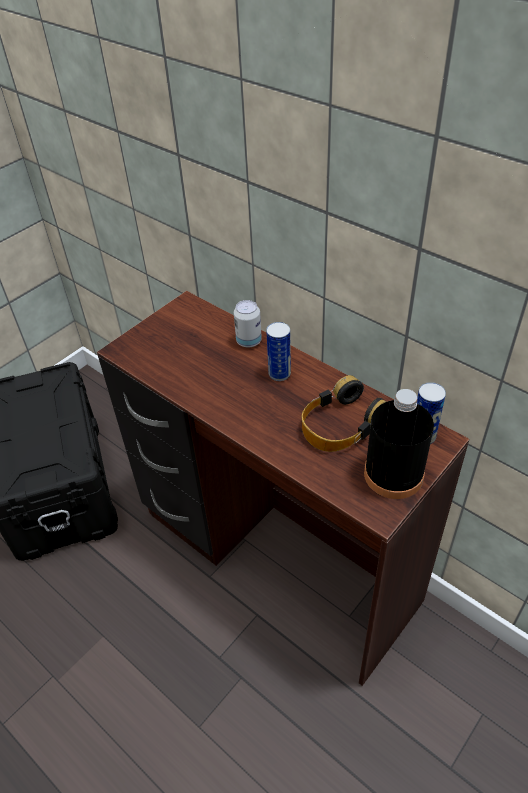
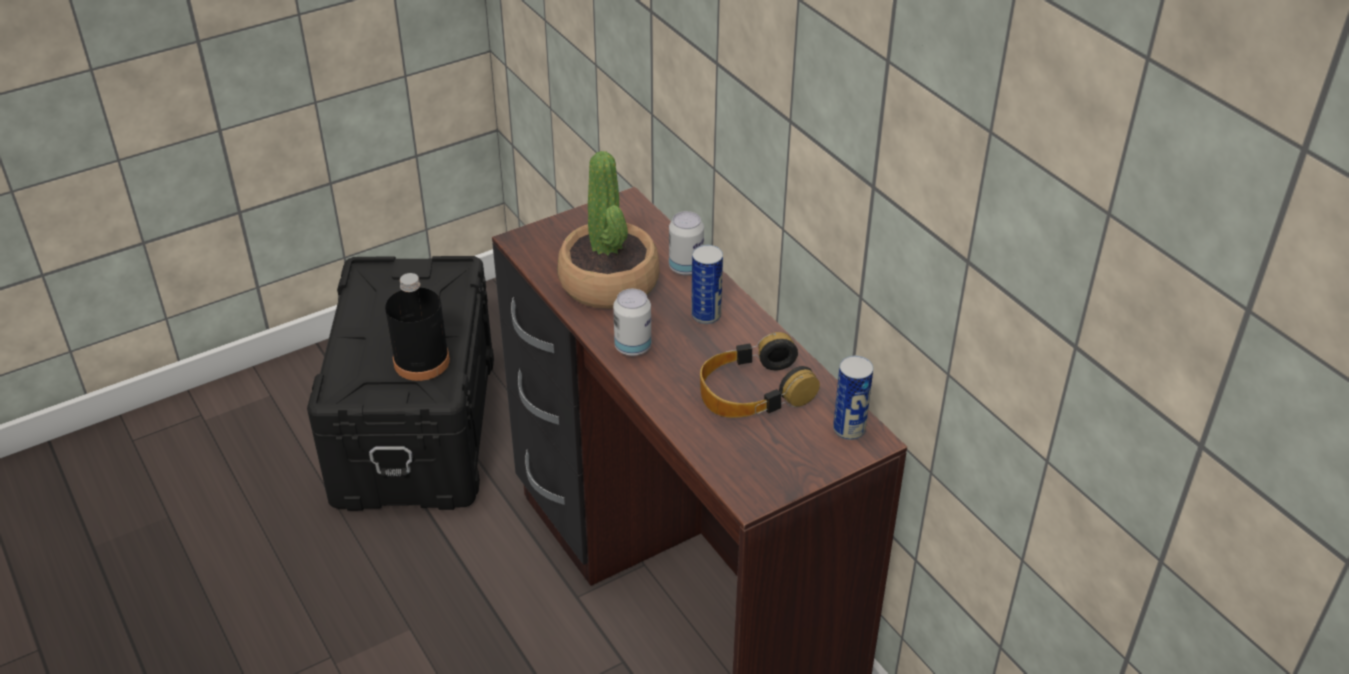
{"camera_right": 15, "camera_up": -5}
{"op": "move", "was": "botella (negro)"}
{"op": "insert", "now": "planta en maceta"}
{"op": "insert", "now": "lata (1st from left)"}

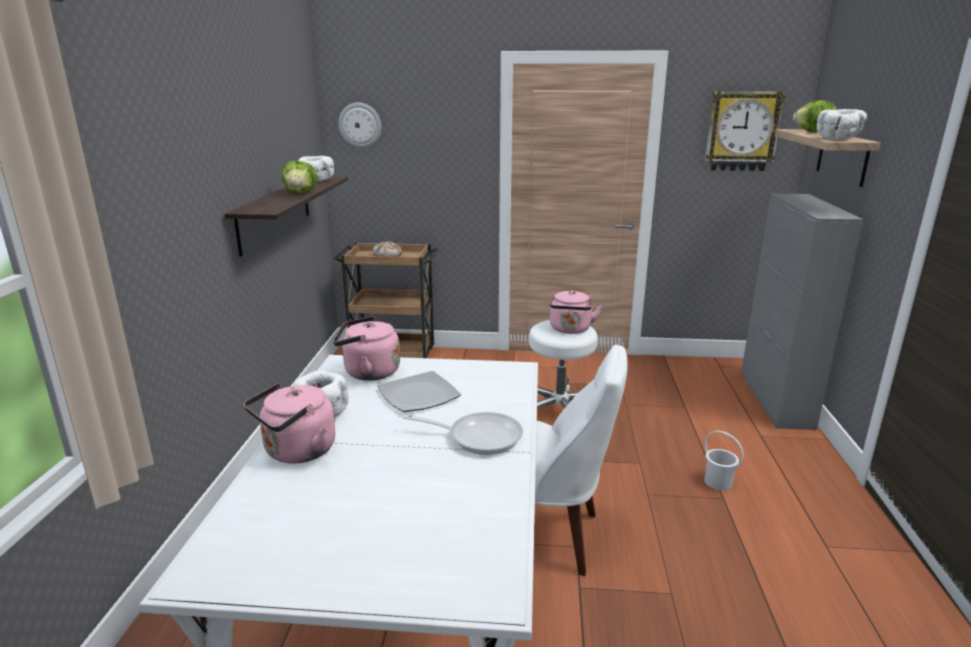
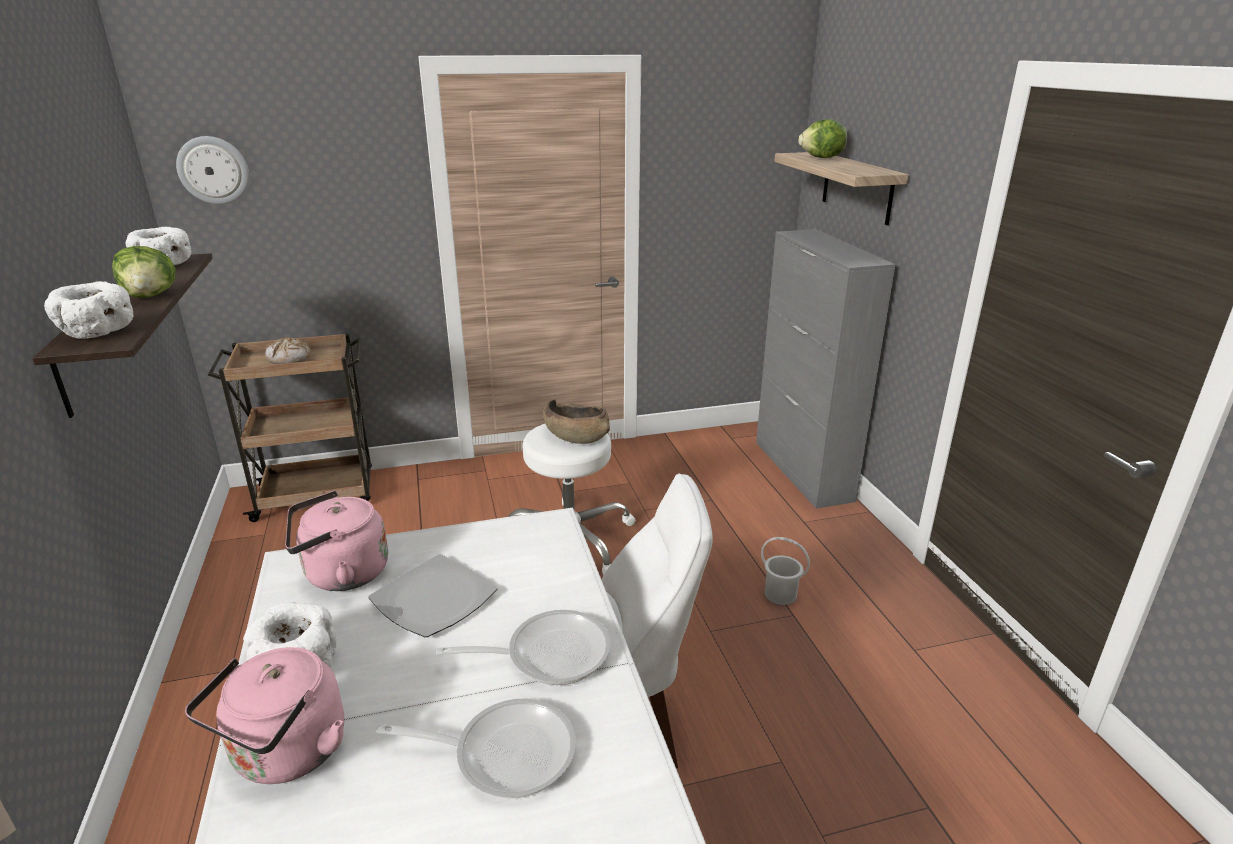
{"camera_right": -20, "camera_up": 5}
{"op": "move", "was": "cuenco (blanco) (3rd from left in the first image)", "now": "cuenco (blanco) (1st from left)"}
{"op": "insert", "now": "sartén (1st from left)"}
{"op": "replace", "was": "hervidor (rosa) (3rd from left)", "now": "cuenco (marrón)"}
{"op": "delete", "was": "reloj de pared (2nd from left)"}

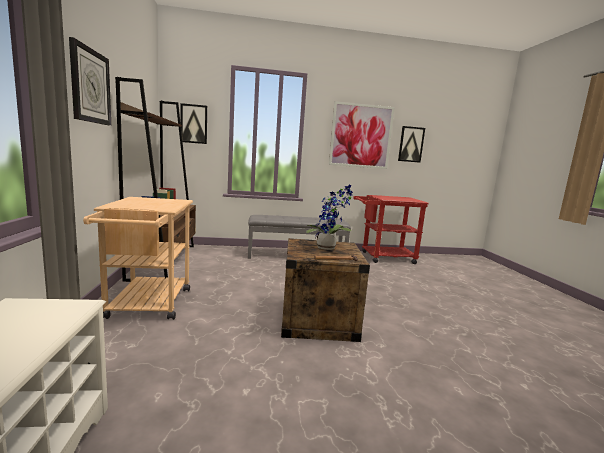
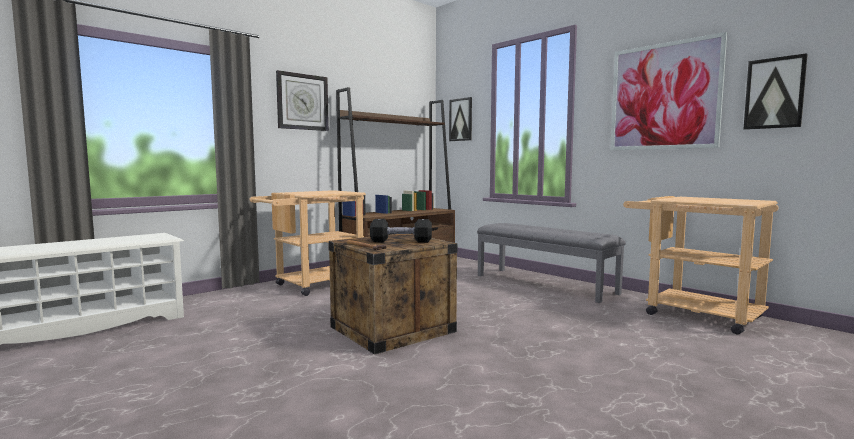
{"camera_right": 55, "camera_up": -5}
{"op": "replace", "was": "planta en maceta", "now": "mancuerna (negro)"}
{"op": "recolor", "was": "carrito (rojo)", "now": "carrito (beis) (2nd from left)"}

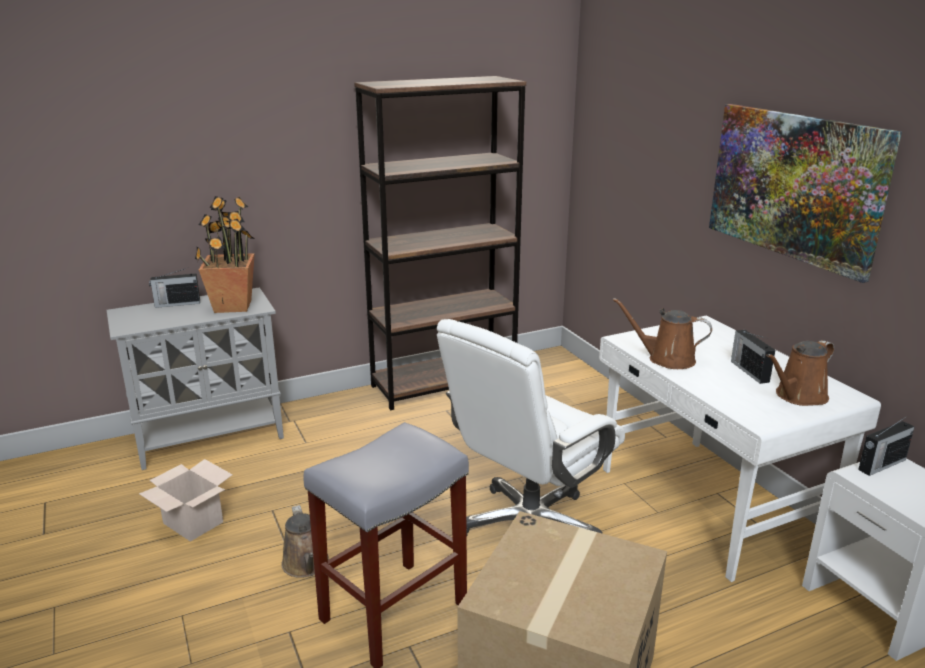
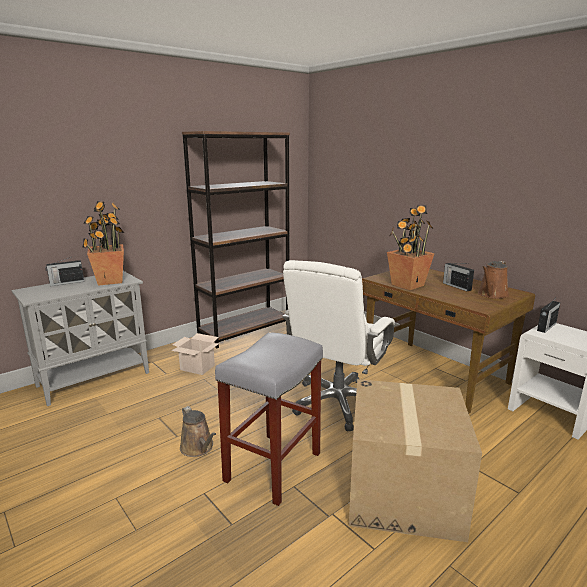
{"camera_right": -15, "camera_up": -5}
{"op": "move", "was": "caja de cartón (1st from left)"}
{"op": "recolor", "was": "escritorio (blanco)", "now": "escritorio (marrón)"}
{"op": "replace", "was": "regadera (marrón) (2nd from left)", "now": "planta en maceta (2nd from left)"}
{"op": "delete", "was": "cuadro"}

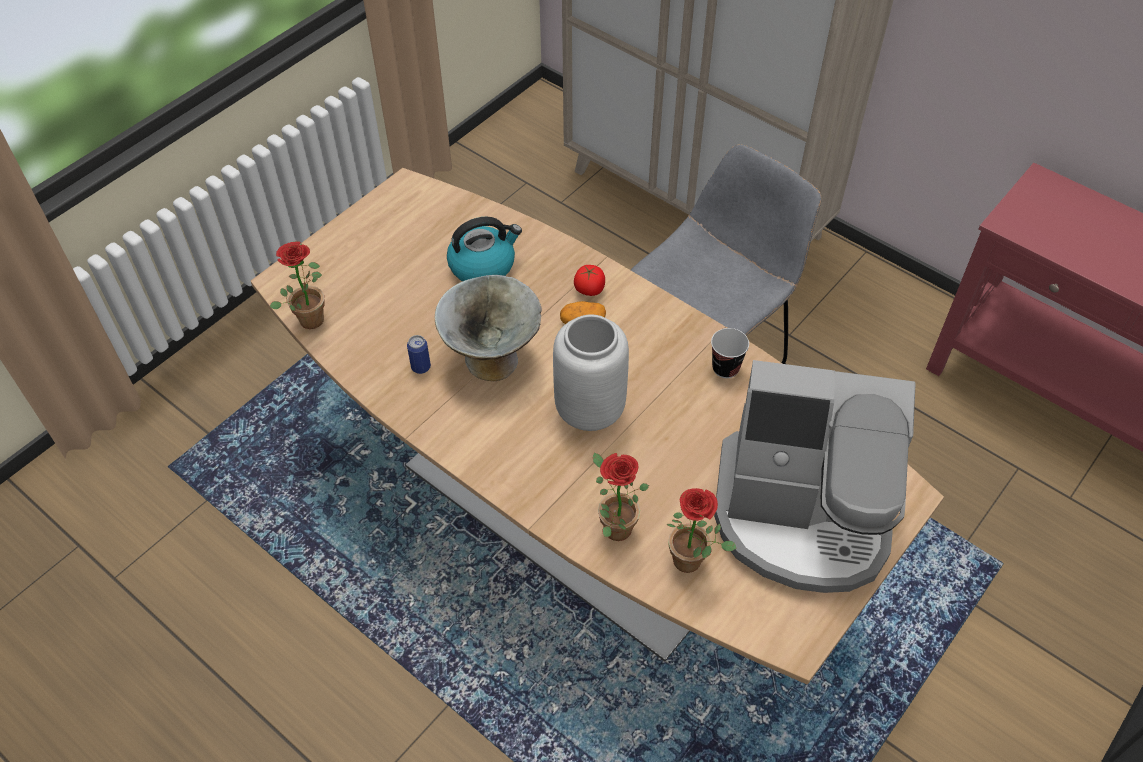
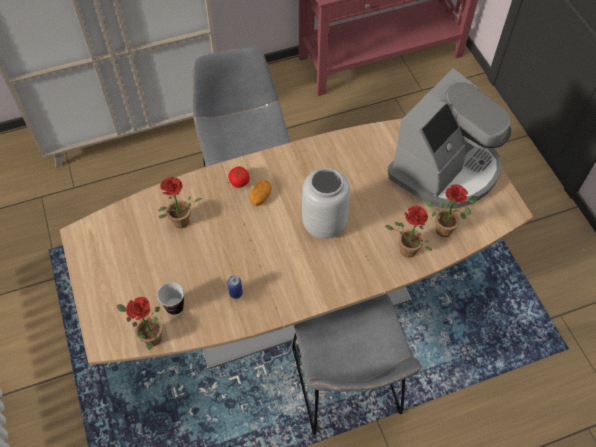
{"camera_right": -60, "camera_up": 5}
{"op": "move", "was": "taza"}
{"op": "replace", "was": "hervidor", "now": "planta en maceta (2nd from left)"}
{"op": "insert", "now": "silla (gris) (2nd from left)"}
{"op": "delete", "was": "cuenco (gris)"}

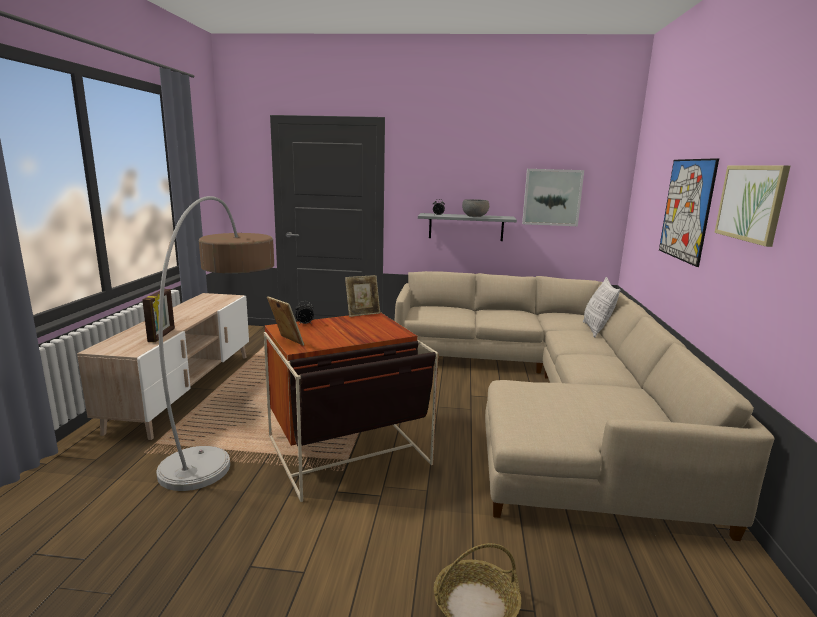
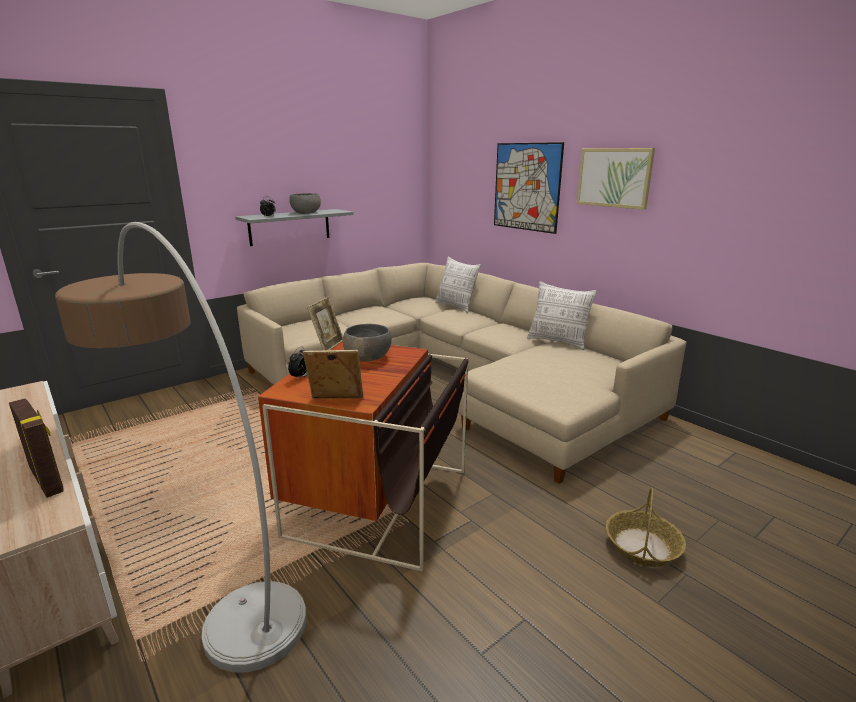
{"camera_right": -45, "camera_up": 5}
{"op": "insert", "now": "cuenco (gris) (2nd from left)"}
{"op": "insert", "now": "cojín (2nd from left)"}
{"op": "delete", "was": "cuadro (1st from left)"}

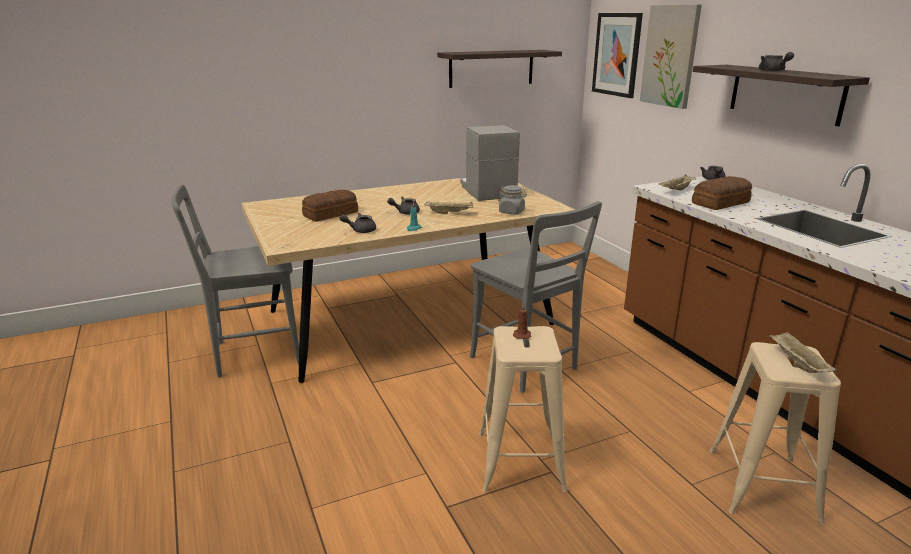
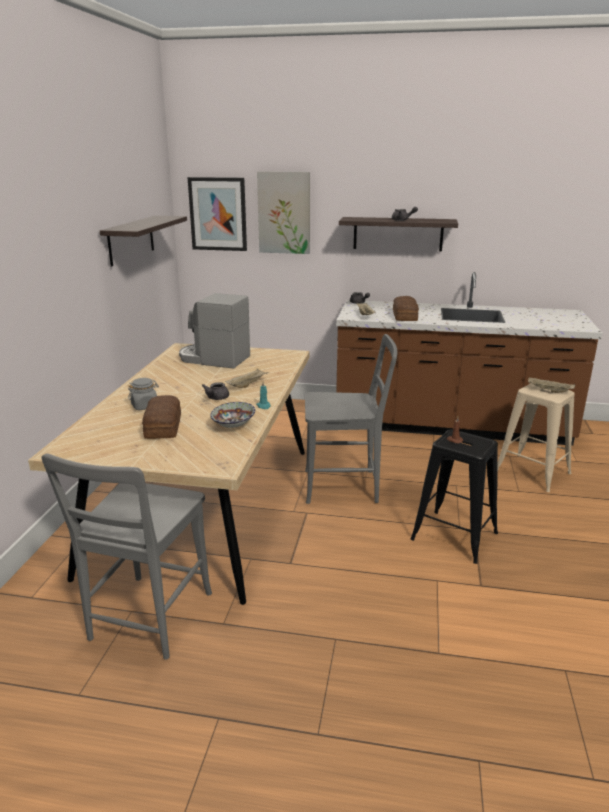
{"camera_right": -55, "camera_up": 0}
{"op": "move", "was": "tarro (gris)"}
{"op": "replace", "was": "tetera (gris) (1st from left)", "now": "cuenco"}
{"op": "recolor", "was": "taburete (beis) (1st from left)", "now": "taburete (negro)"}

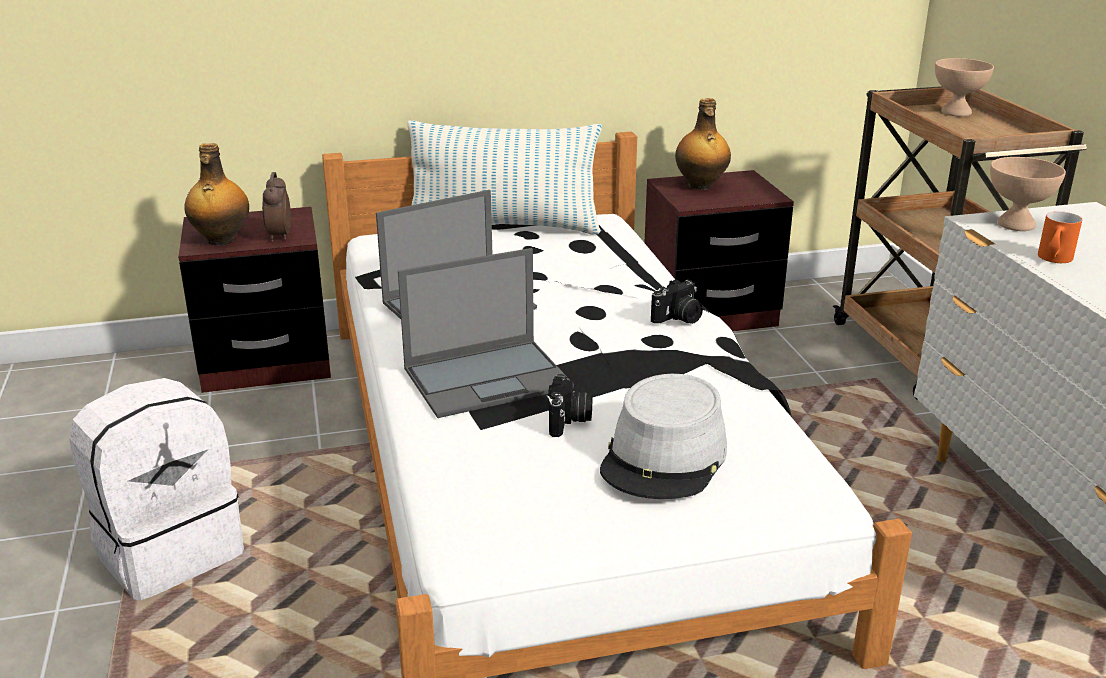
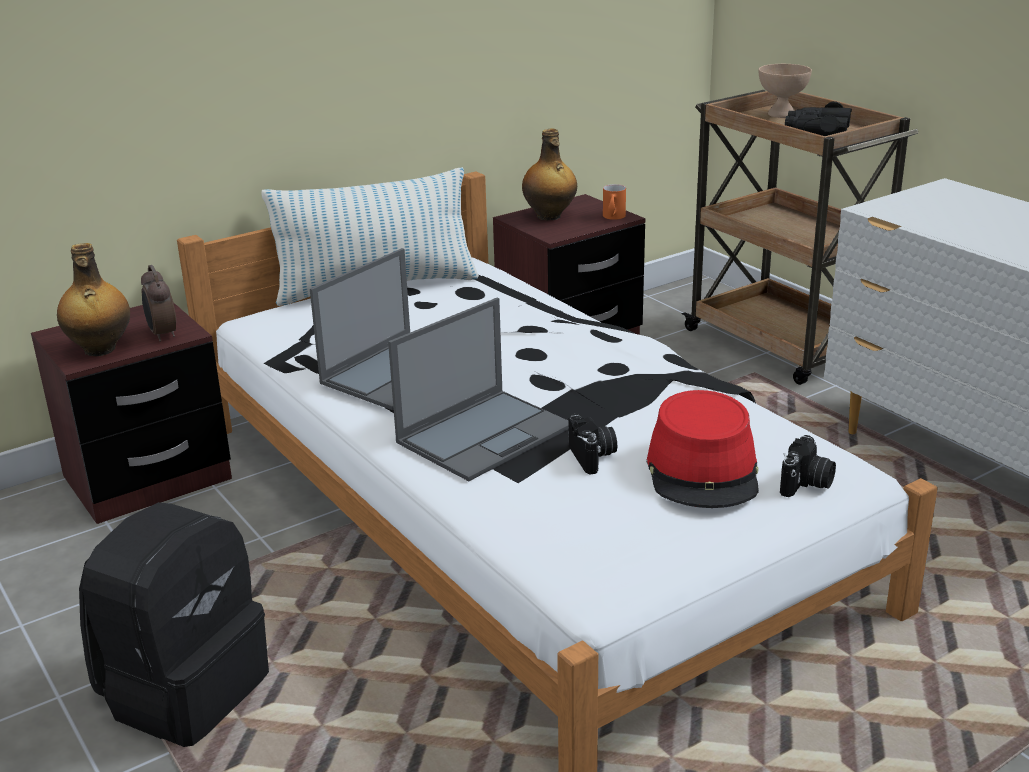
{"camera_right": -20, "camera_up": 0}
{"op": "recolor", "was": "mochila (blanco)", "now": "mochila (negro)"}
{"op": "move", "was": "taza grande (naranja)"}
{"op": "recolor", "was": "sombrero (gris)", "now": "sombrero (rojo)"}
{"op": "move", "was": "cámara (2nd from left)"}
{"op": "insert", "now": "prismáticos (negro)"}
{"op": "delete", "was": "cuenco (beis) (2nd from left)"}

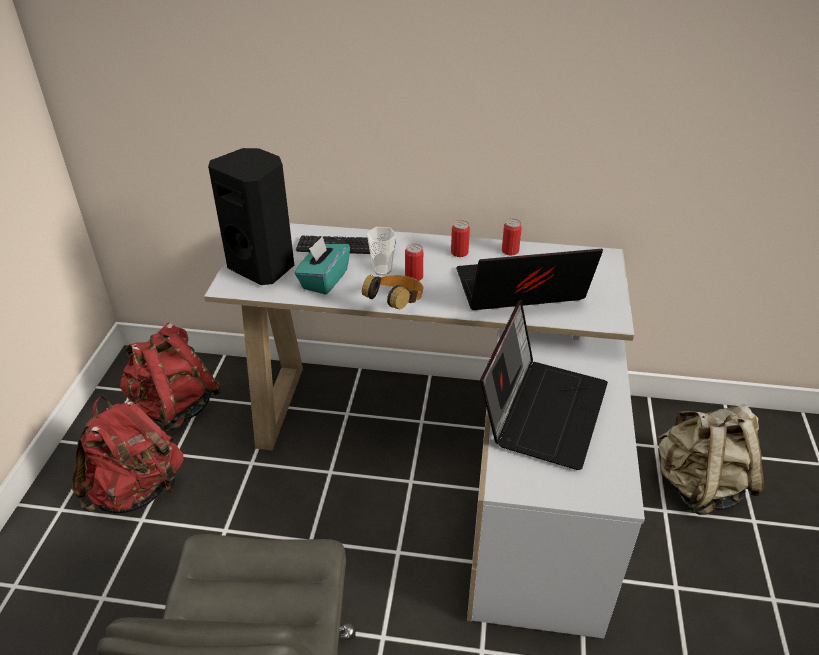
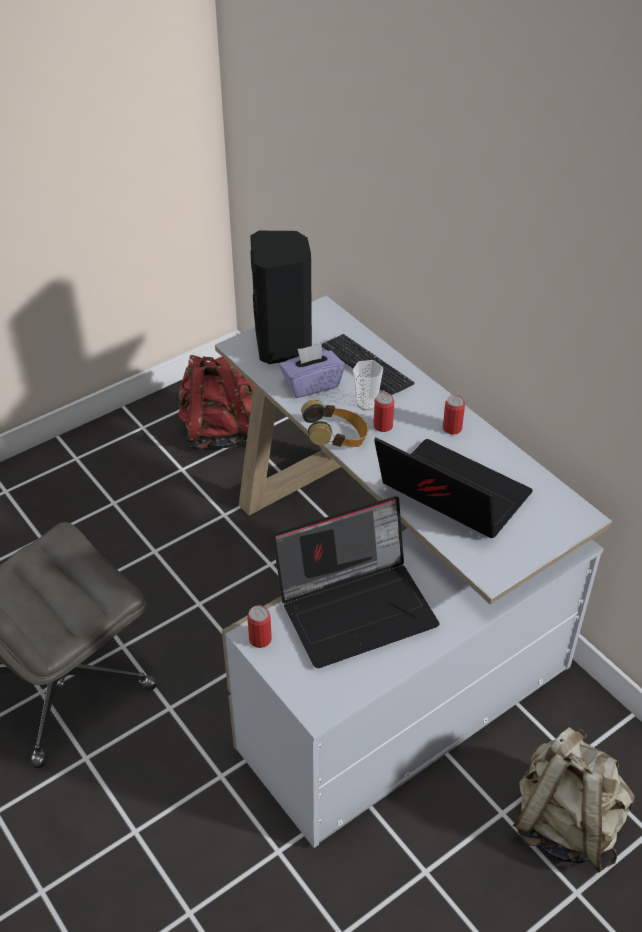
{"camera_right": 45, "camera_up": 5}
{"op": "move", "was": "lata (3rd from left in the first image)", "now": "lata (1st from left)"}
{"op": "recolor", "was": "caja de pañuelos (turquesa)", "now": "caja de pañuelos (morado)"}
{"op": "delete", "was": "mochila (rojo) (1st from left)"}

